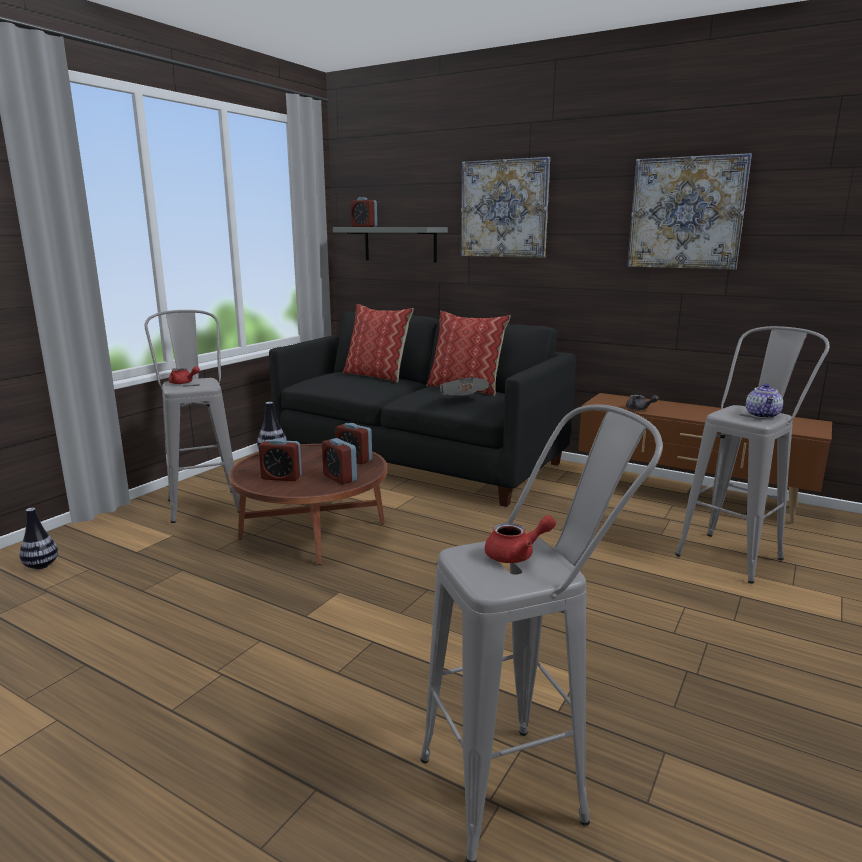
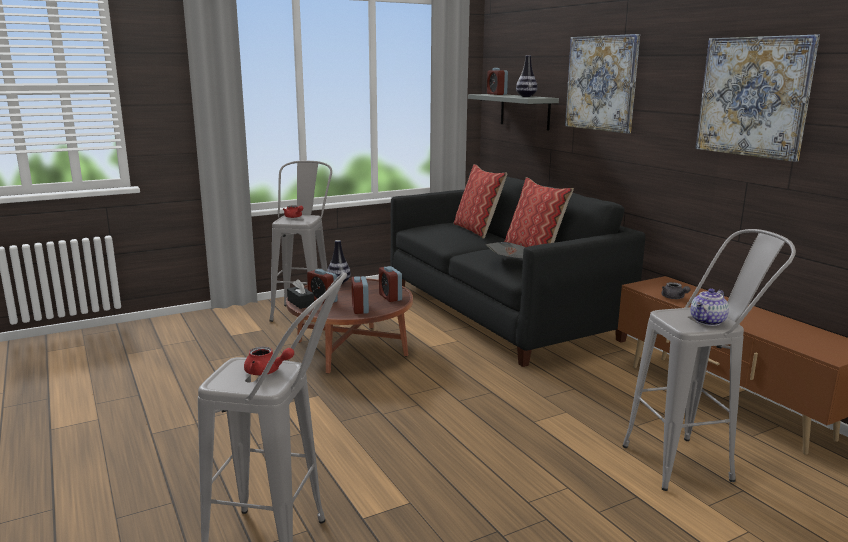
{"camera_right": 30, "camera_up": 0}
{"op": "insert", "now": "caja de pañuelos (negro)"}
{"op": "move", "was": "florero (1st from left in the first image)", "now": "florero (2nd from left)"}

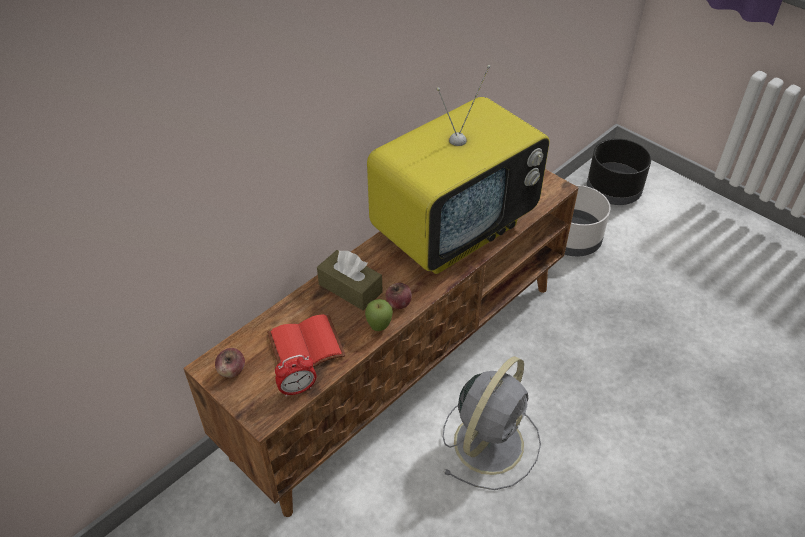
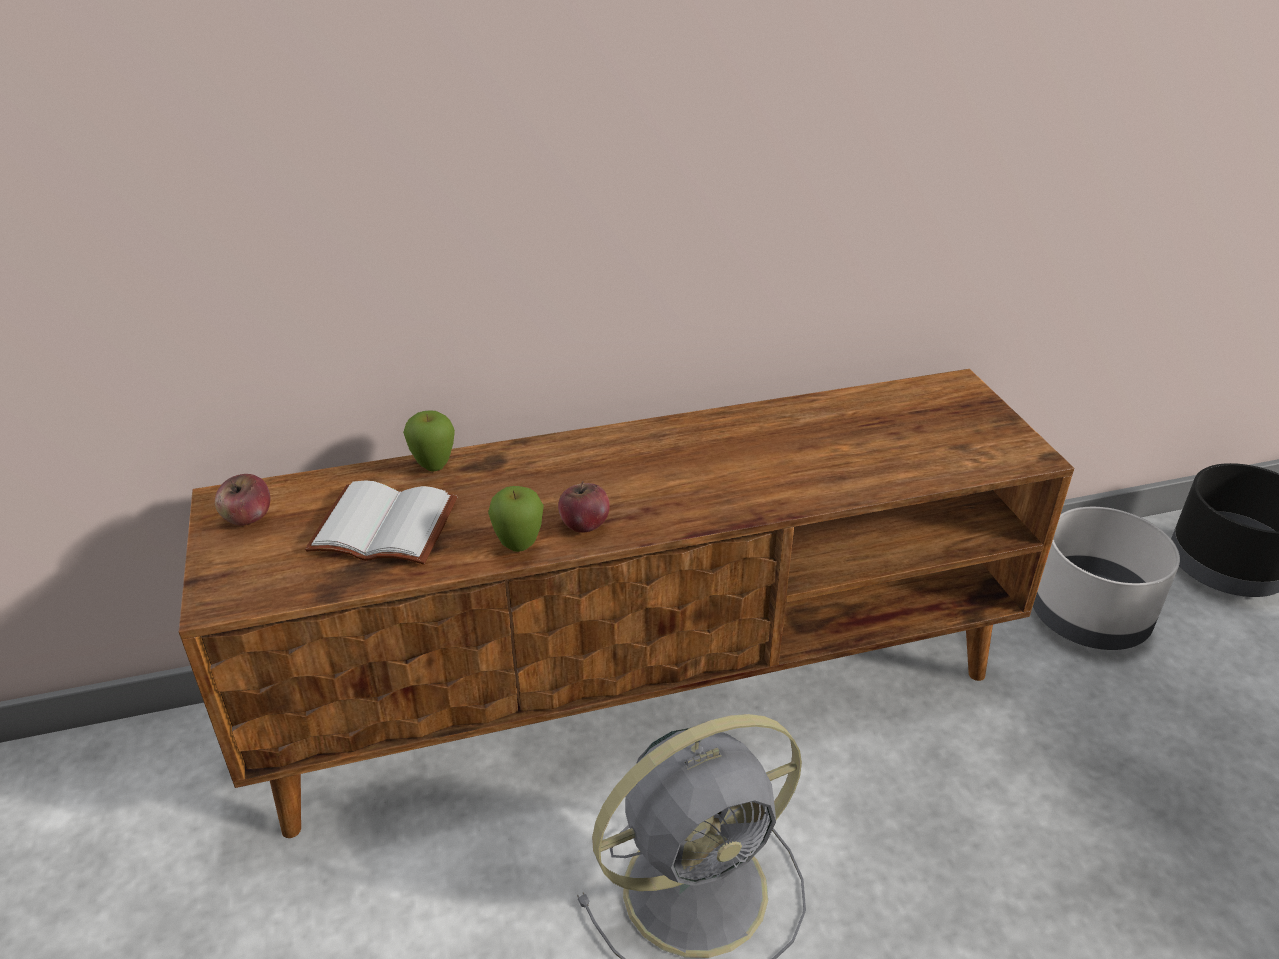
{"camera_right": 30, "camera_up": -10}
{"op": "recolor", "was": "libro (rojo)", "now": "libro (blanco)"}
{"op": "insert", "now": "manzana (2nd from left)"}
{"op": "delete", "was": "despertador"}
{"op": "delete", "was": "caja de pañuelos (marrón)"}
{"op": "delete", "was": "televisor"}

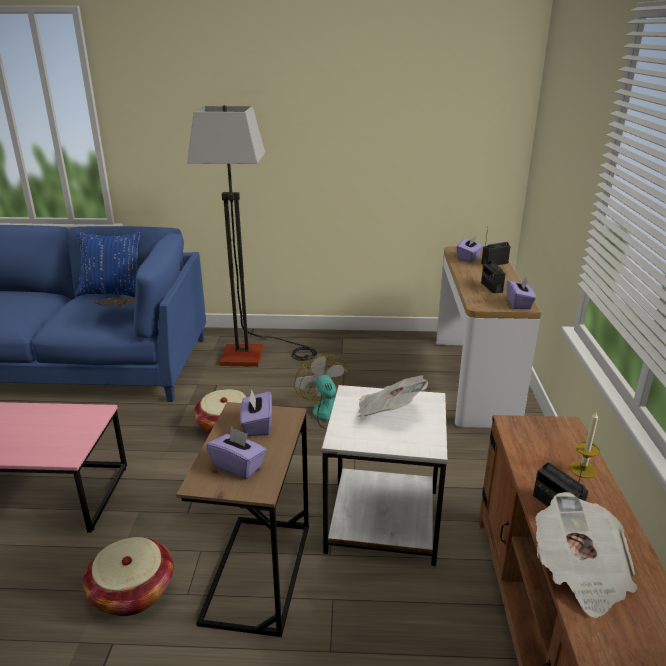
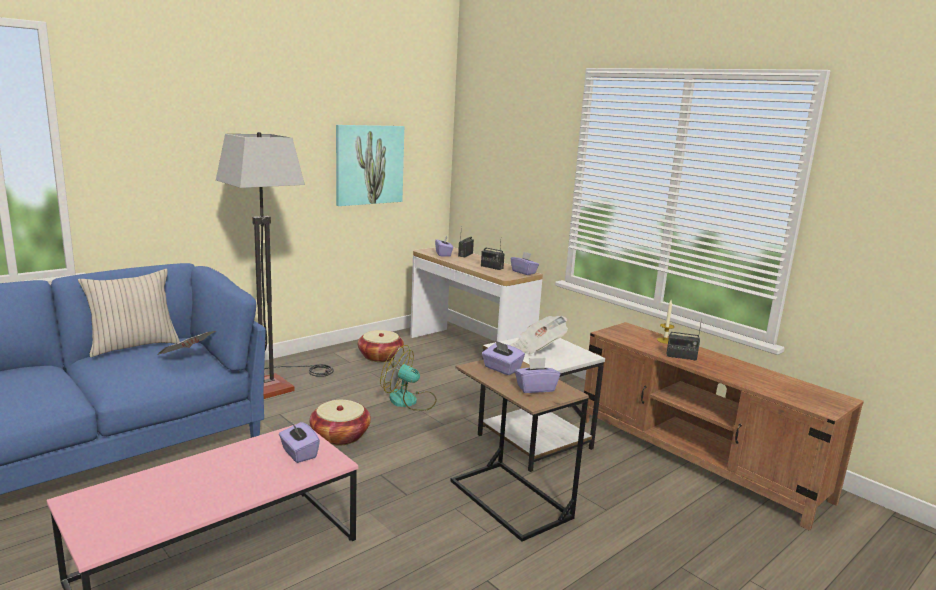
{"camera_right": -45, "camera_up": -10}
{"op": "recolor", "was": "cojín (azul)", "now": "cojín (beis)"}
{"op": "insert", "now": "caja de pañuelos (morado) (1st from left)"}
{"op": "insert", "now": "cuadro"}
{"op": "move", "was": "cesta (1st from left in the first image)", "now": "cesta (2nd from left)"}
{"op": "delete", "was": "periódico (3rd from left)"}

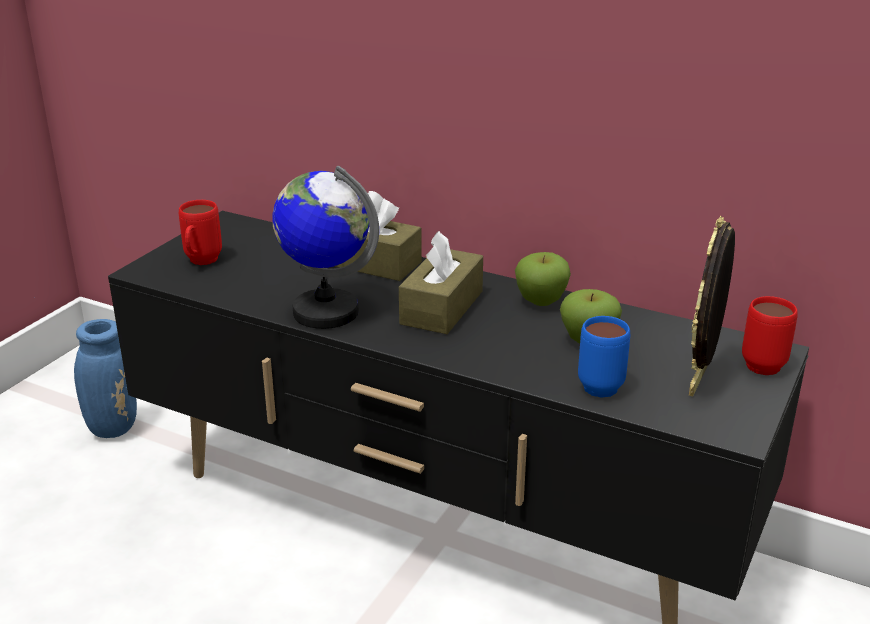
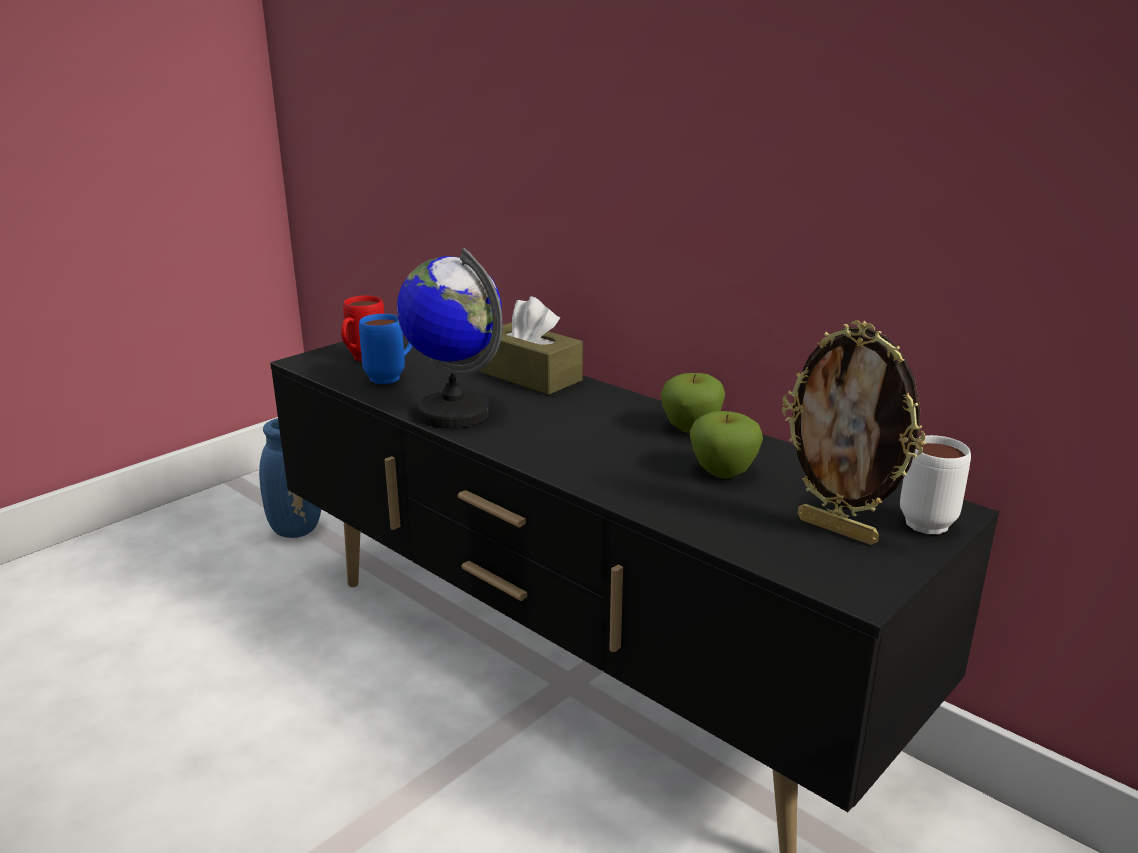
{"camera_right": 15, "camera_up": -5}
{"op": "move", "was": "taza grande (azul)"}
{"op": "rotate", "was": "portarretratos", "clockwise": -90}
{"op": "recolor", "was": "taza grande (rojo) (2nd from left)", "now": "taza grande (blanco)"}
{"op": "delete", "was": "caja de pañuelos (marrón) (2nd from left)"}

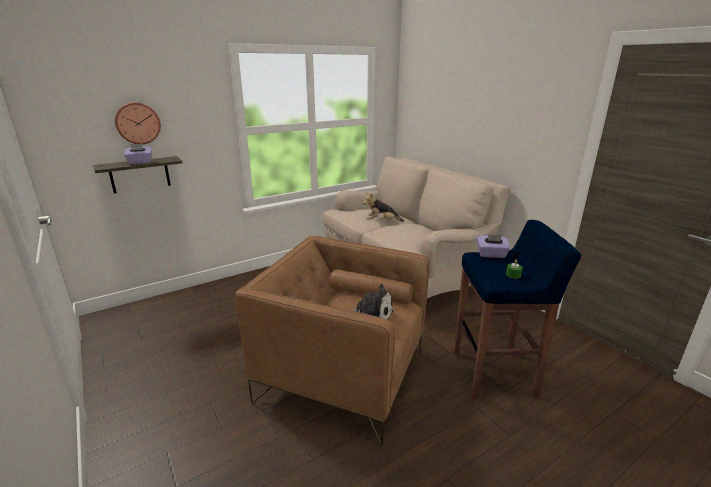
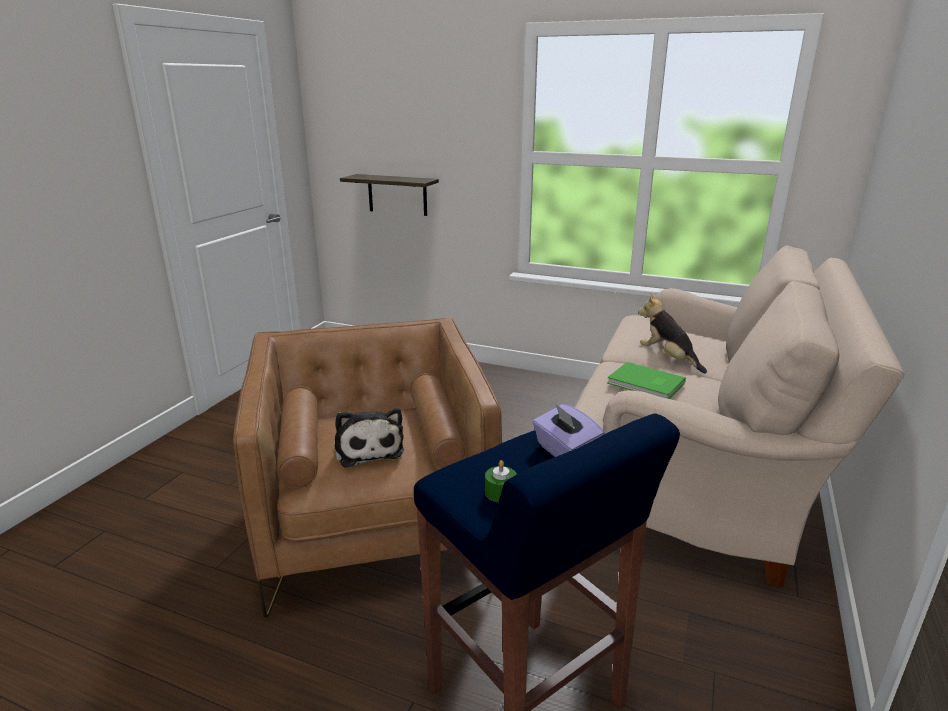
{"camera_right": 55, "camera_up": 0}
{"op": "insert", "now": "libro (verde)"}
{"op": "delete", "was": "reloj de pared"}
{"op": "delete", "was": "caja de pañuelos (morado) (1st from left)"}

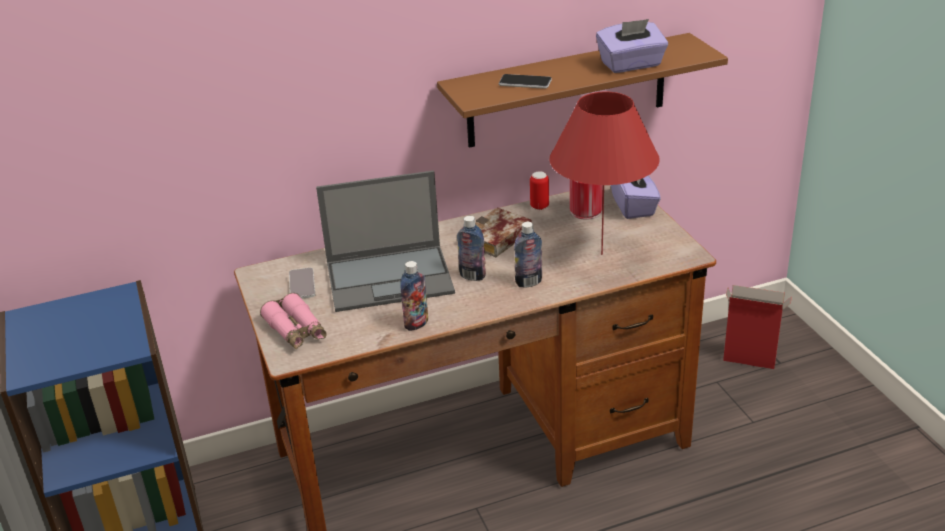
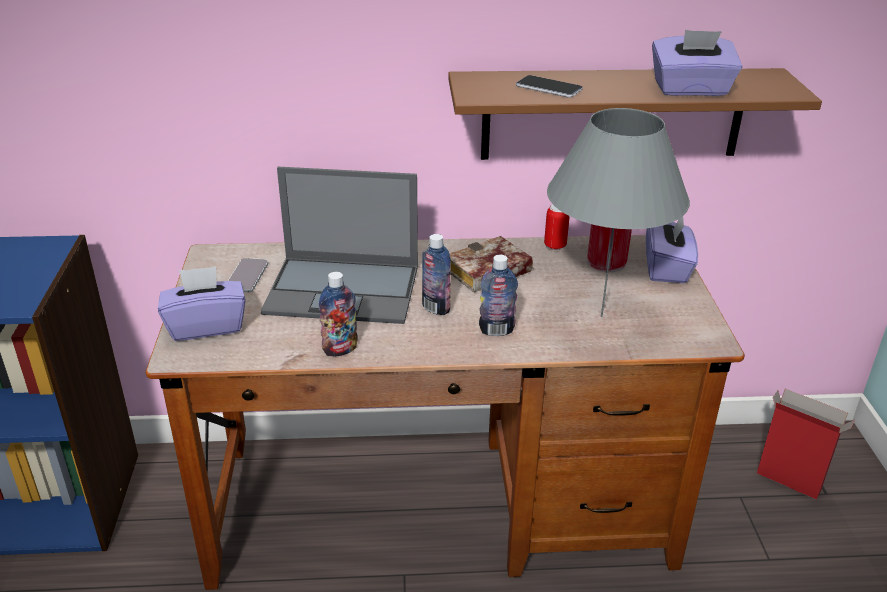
{"camera_right": 15, "camera_up": 0}
{"op": "replace", "was": "prismáticos (rosa)", "now": "caja de pañuelos (morado) (1st from left)"}
{"op": "recolor", "was": "lámpara de mesa (rojo)", "now": "lámpara de mesa (gris)"}

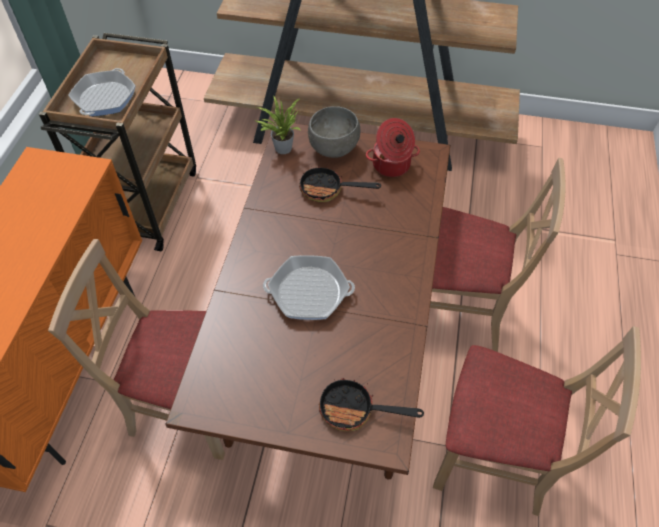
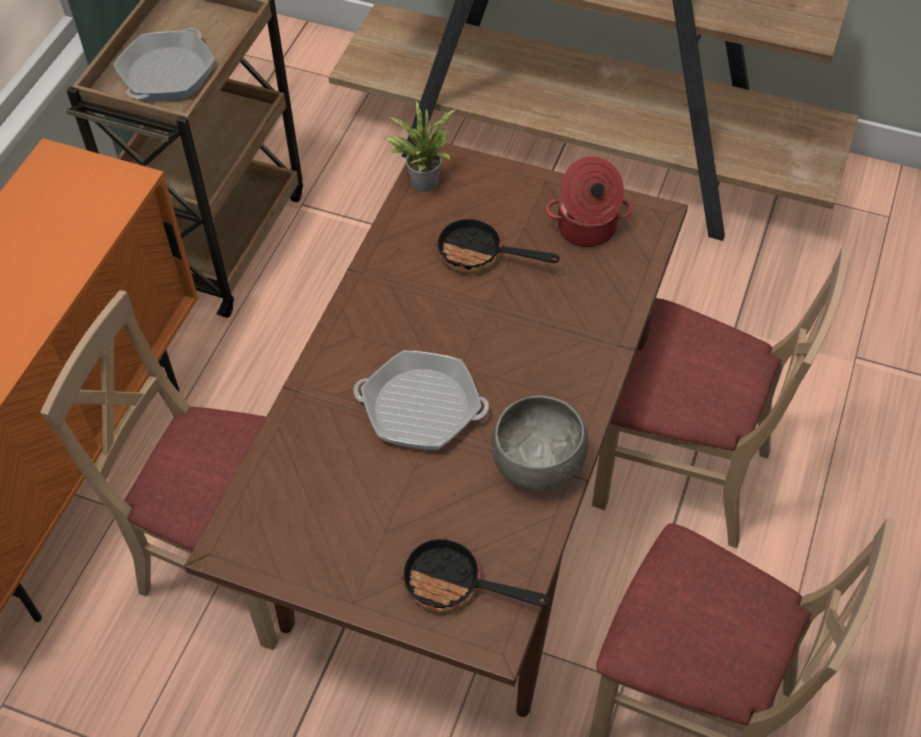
{"camera_right": 10, "camera_up": 0}
{"op": "move", "was": "cuenco (gris)"}

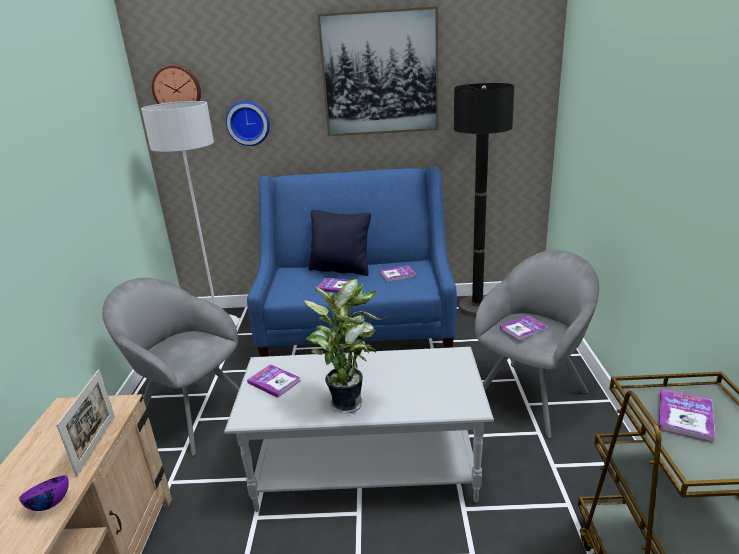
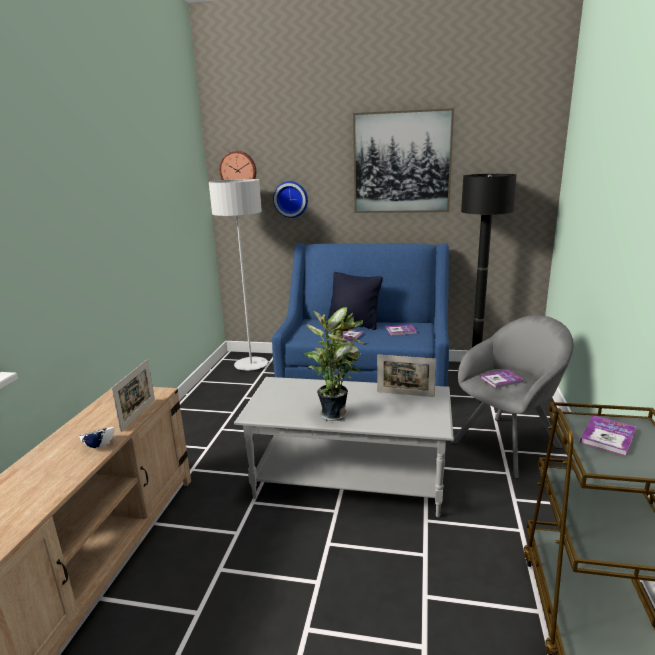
{"camera_right": 10, "camera_up": -5}
{"op": "recolor", "was": "cuenco (morado)", "now": "cuenco (blanco)"}
{"op": "insert", "now": "portarretratos (2nd from left)"}
{"op": "delete", "was": "sillón (gris) (1st from left)"}
{"op": "delete", "was": "libro (1st from left)"}

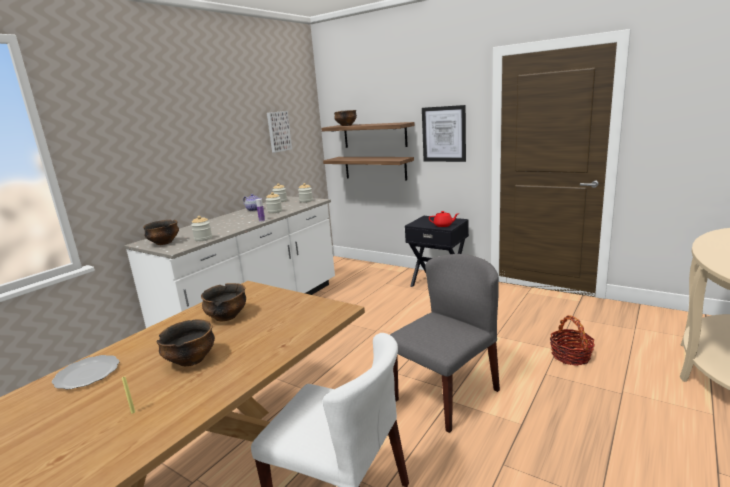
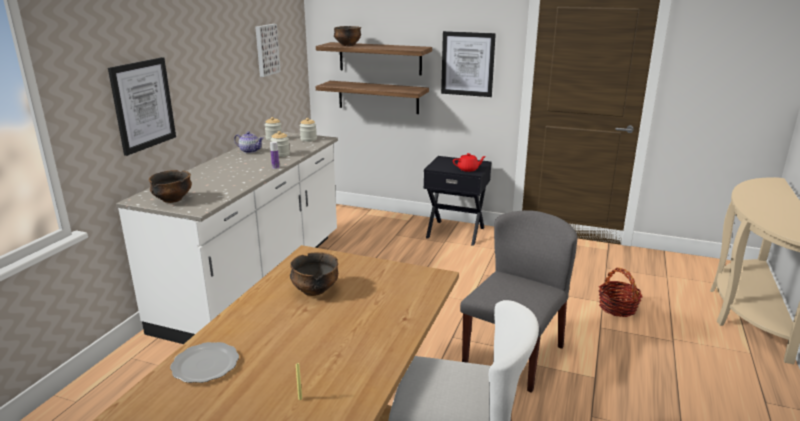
{"camera_right": -15, "camera_up": 5}
{"op": "insert", "now": "cuadro (1st from left)"}
{"op": "delete", "was": "cuenco (2nd from left)"}
{"op": "delete", "was": "tarro (1st from left)"}

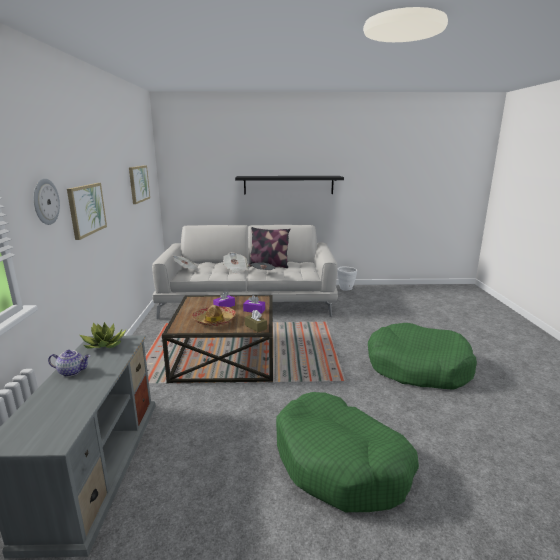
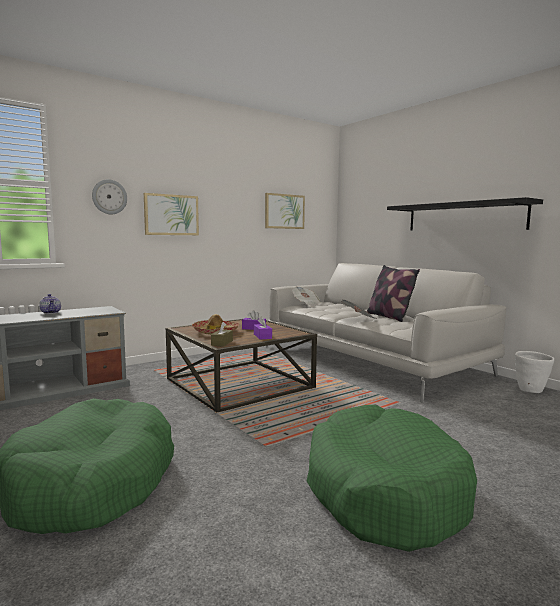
{"camera_right": 55, "camera_up": -10}
{"op": "delete", "was": "planta en maceta"}
{"op": "delete", "was": "periódico (2nd from left)"}

